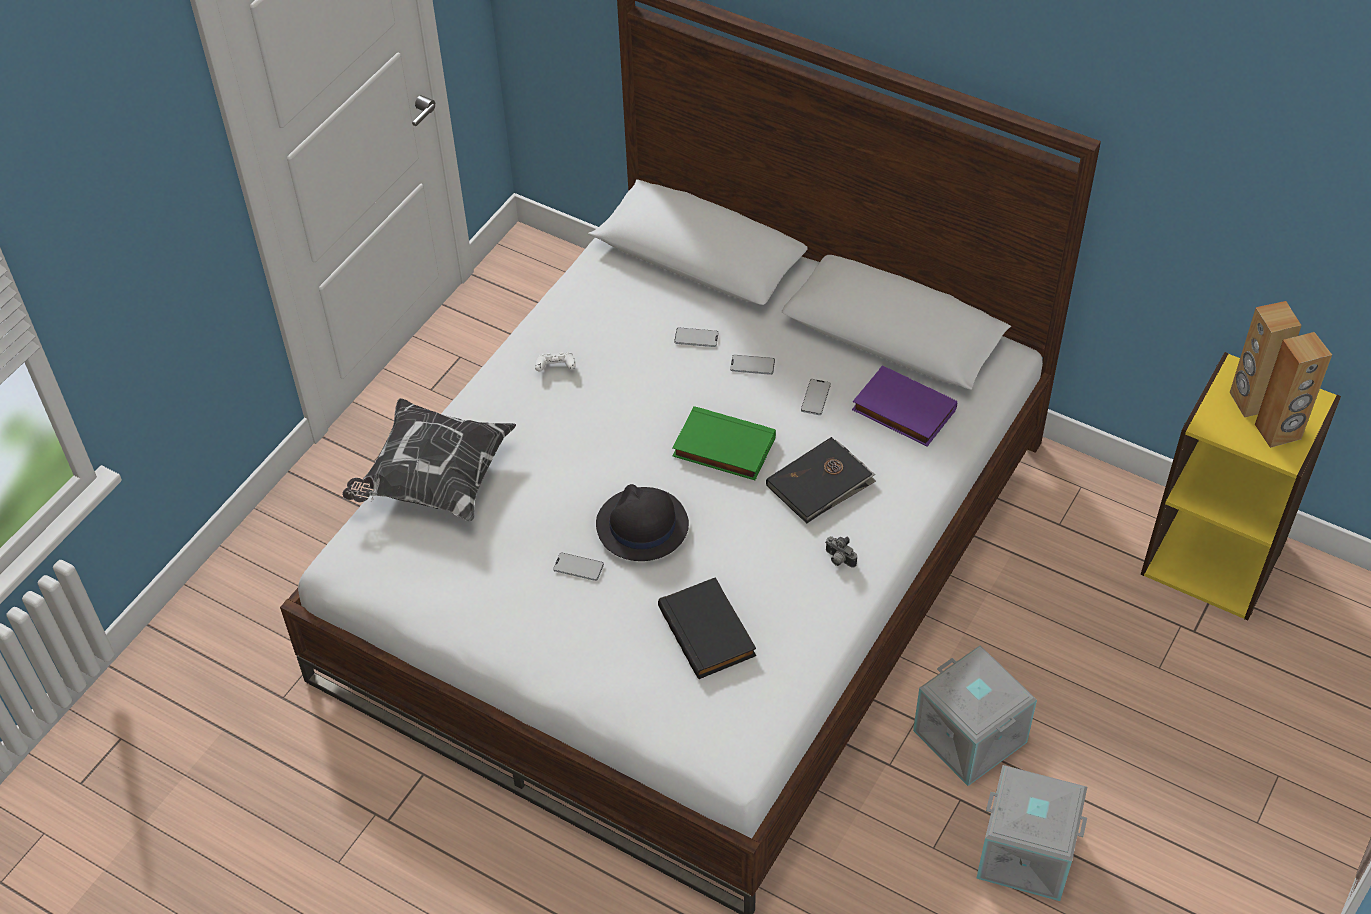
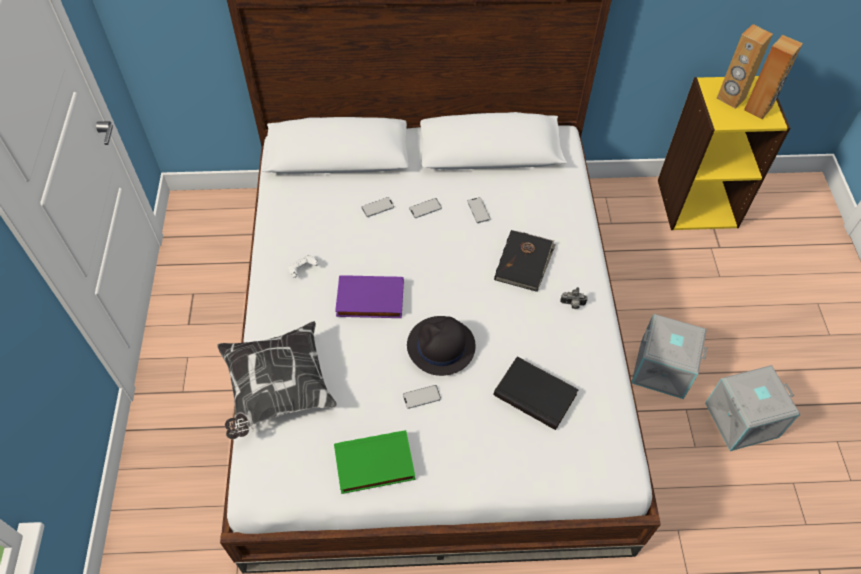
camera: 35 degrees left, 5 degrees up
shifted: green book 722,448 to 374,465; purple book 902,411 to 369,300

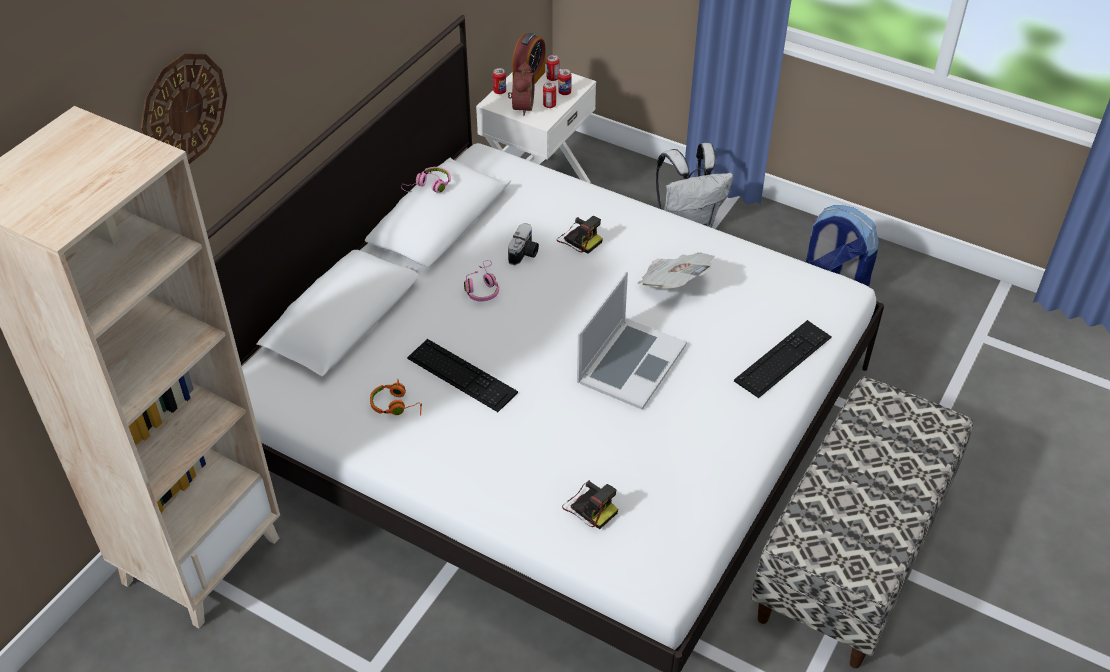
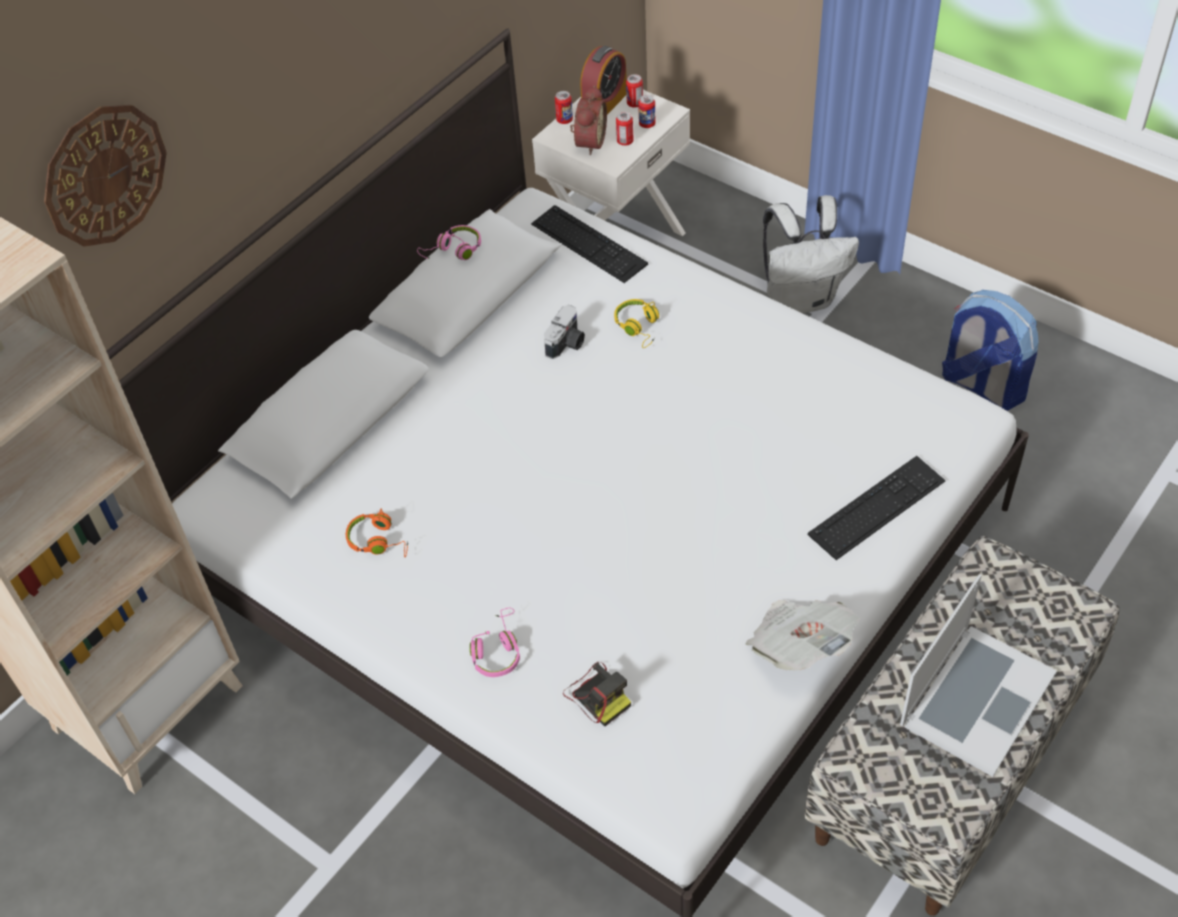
camera: 10 degrees right, 5 degrees up
shifted: keyboard 461,375 to 588,244; pink headphones 482,288 to 497,650; laptop 631,363 to 976,698; newspaper 673,284 to 799,646
swapped: photo camera 579,239 to yellow headphones 639,327

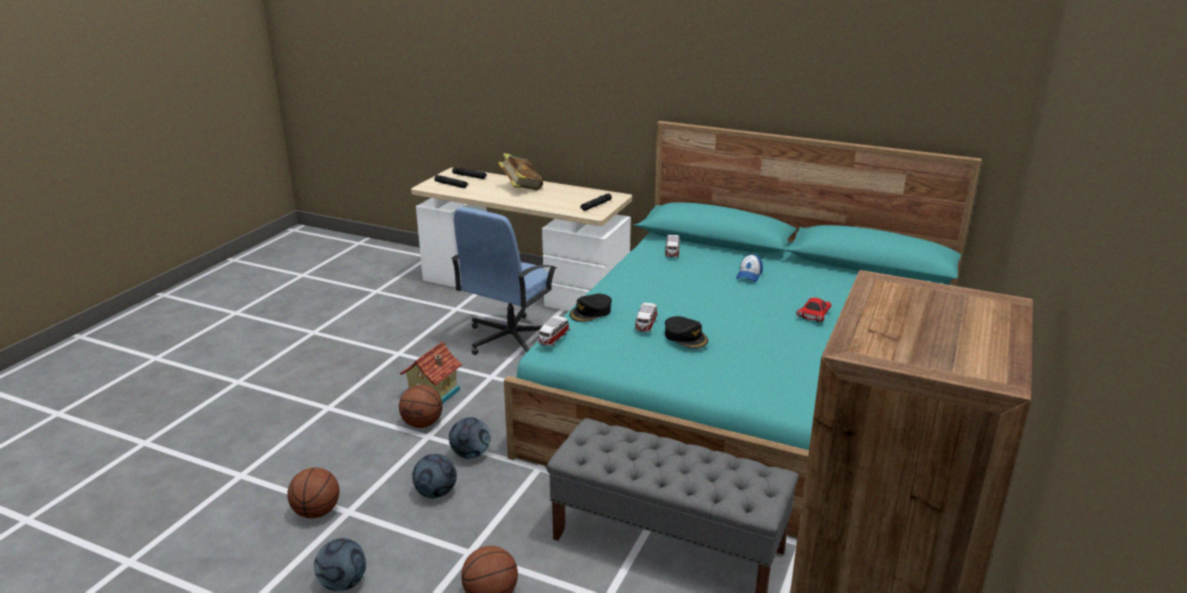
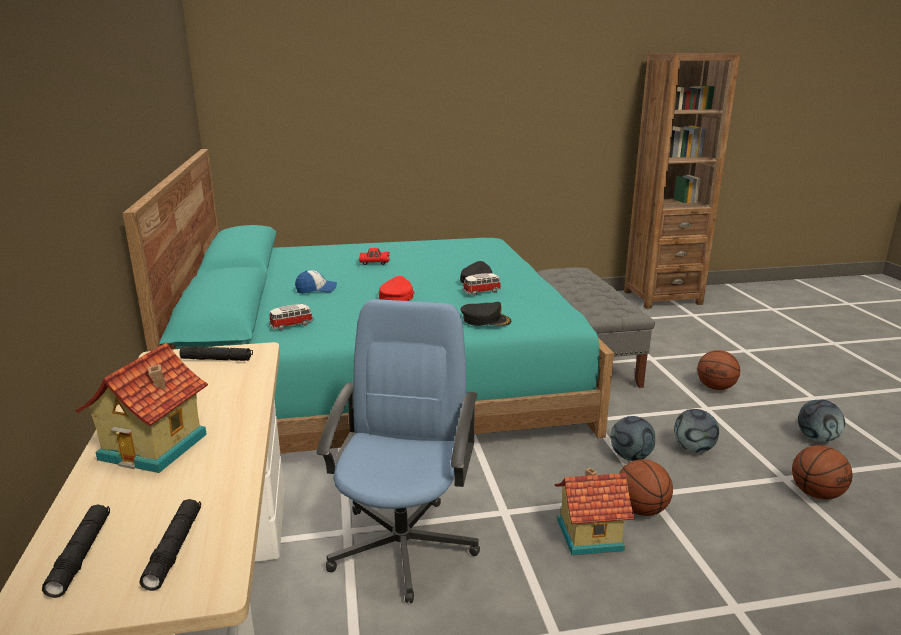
camera: 125 degrees left, 5 degrees down
gone: toy car 553,339
new: red cap 396,296
swapped: book 521,188 to toy house 156,447
rotated: blue office chair 510,339 = 403,544 75 degrees counterclockwise

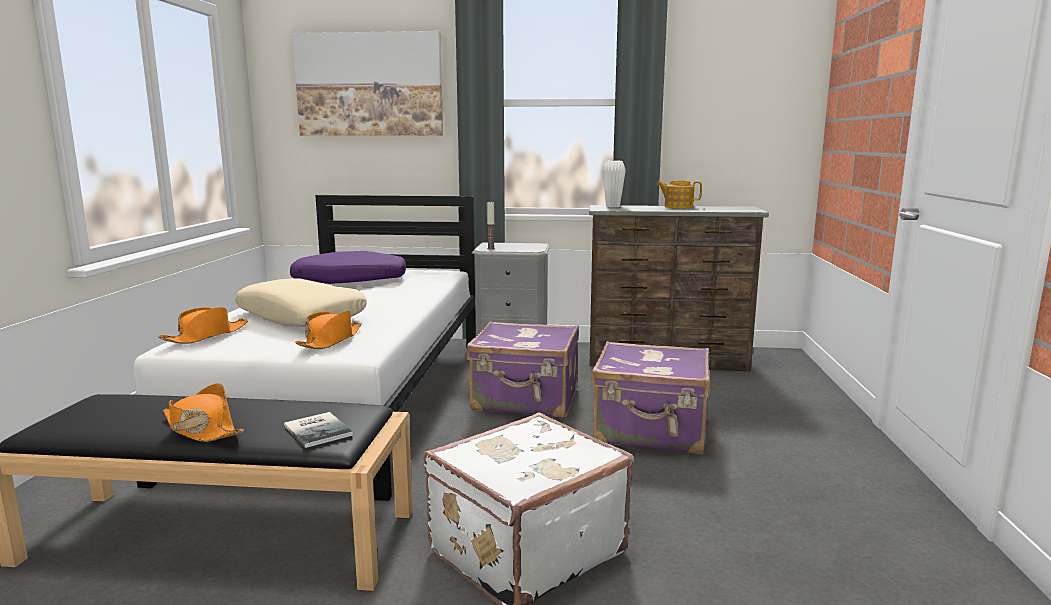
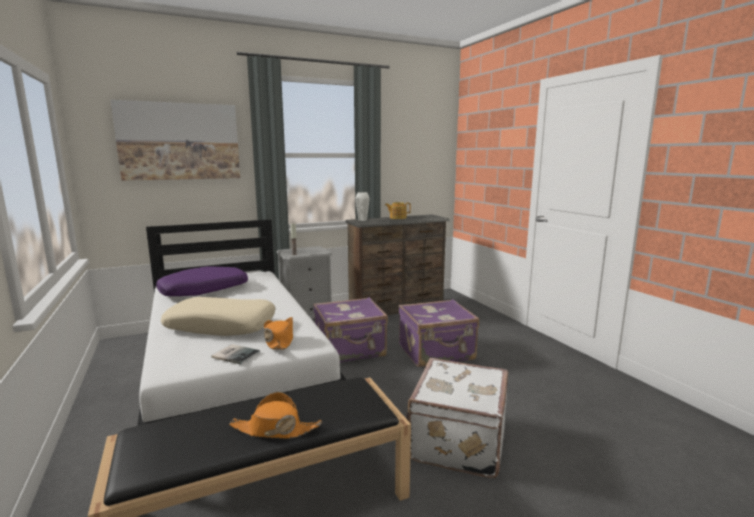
camera: 30 degrees left, 0 degrees up
gone: orange hat 206,336
shifted: book 319,429 to 236,354

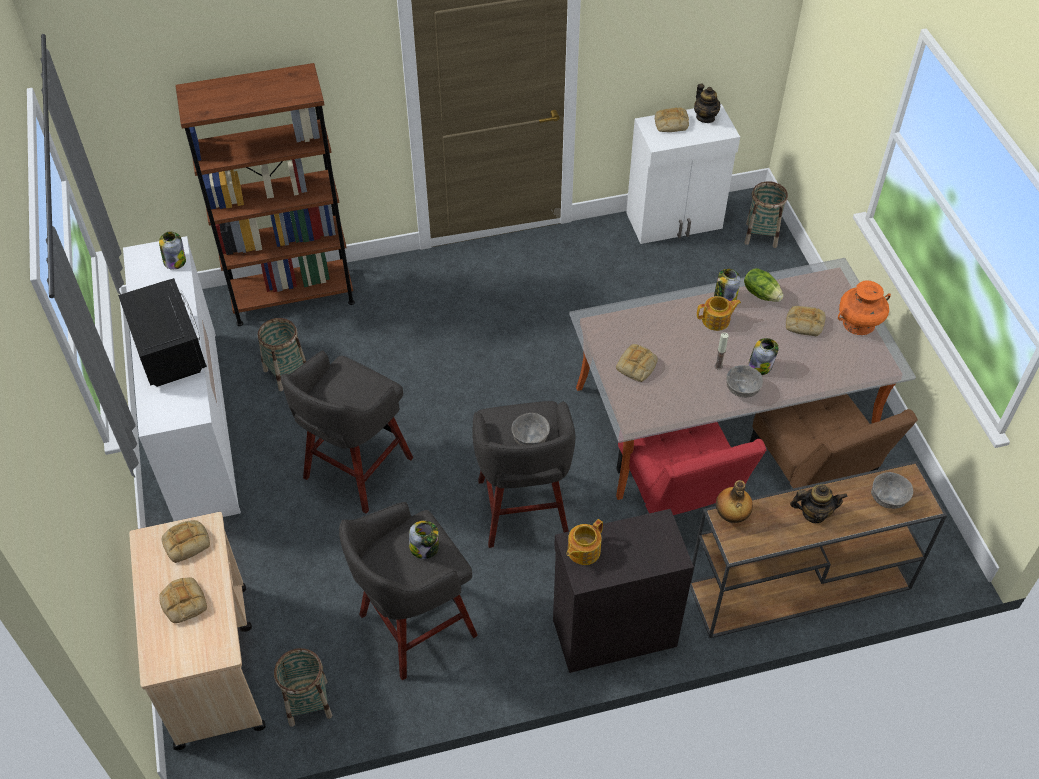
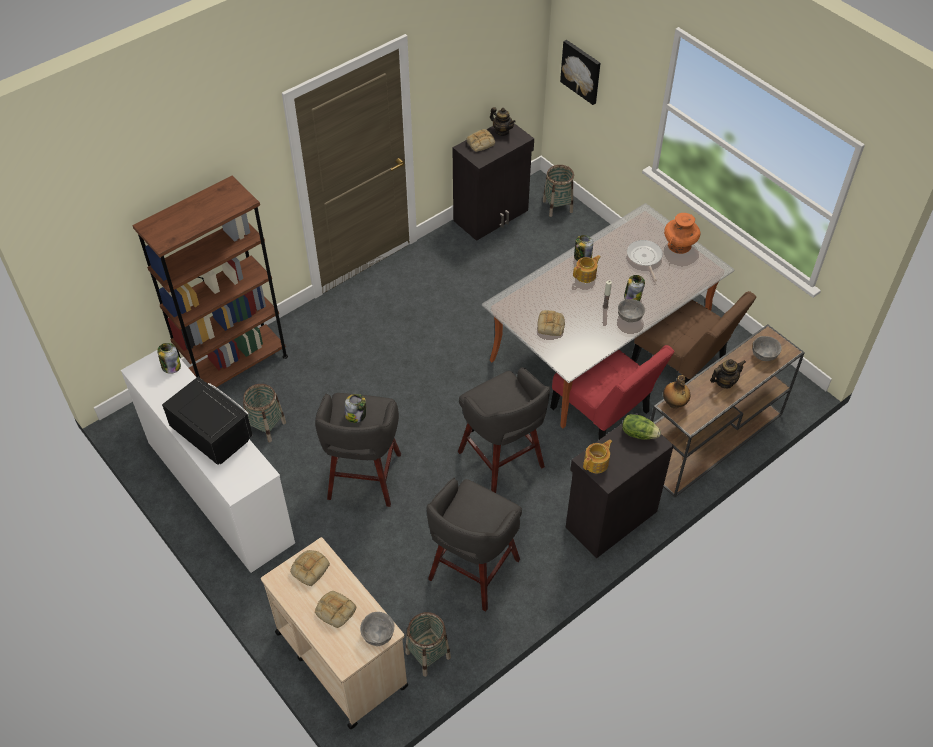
camera: 25 degrees left, 0 degrees up
new: picture 581,71
shifted: jar 425,548 to 356,415; grey bowl 530,439 to 378,634; lettuce 761,293 to 639,433
swapped: bread 804,324 to frying pan 644,258
repainted: white cabinet 675,221 to black cabinet 492,216
rotated: teapot 583,551 = 596,463 150 degrees counterclockwise

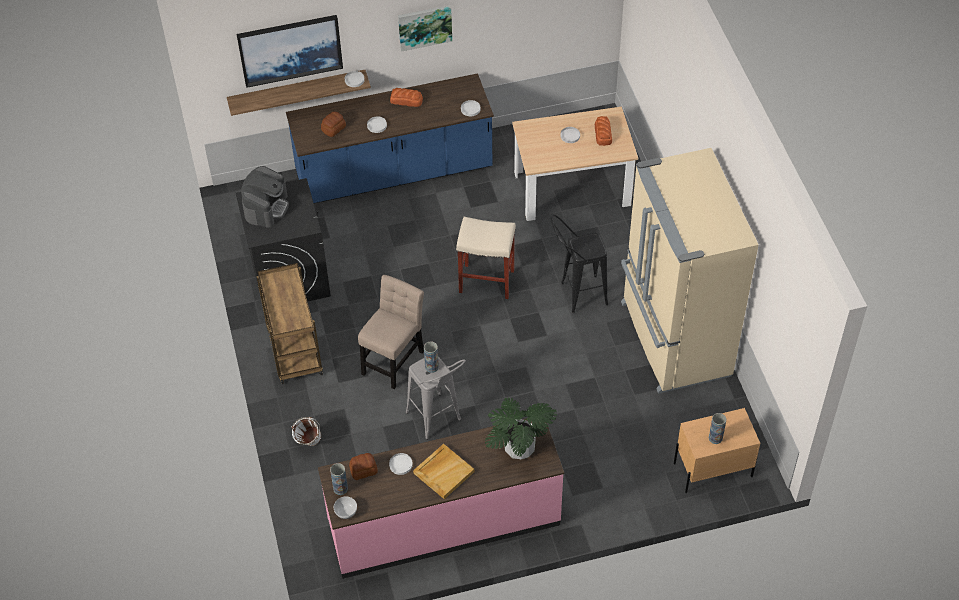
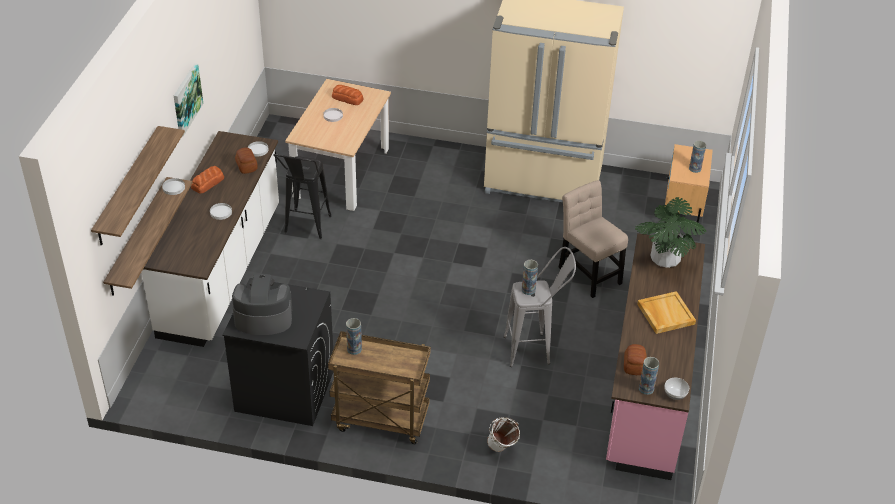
camera: 65 degrees left, 10 degrees down
gone: white plate 400,464; beige stool 487,281
new: vase 354,349
shifted: bread 334,129 to 247,166; beige chair 394,359 to 588,273; black stool 576,296 to 305,230
swapped: picture 290,49 to shelf 127,186
repainted: blue counter 394,174 to white counter 222,271
rotated: coffee machine 266,207 = 263,318 45 degrees counterclockwise

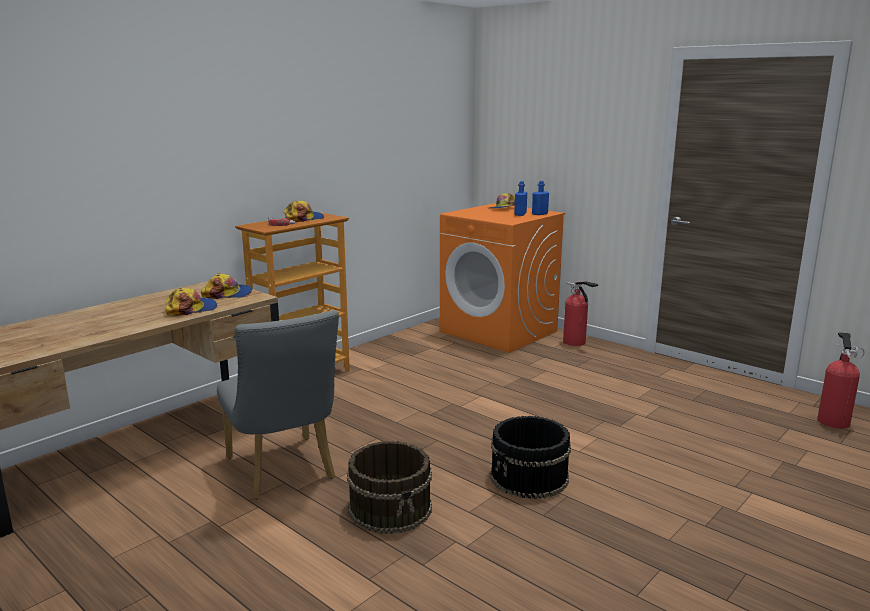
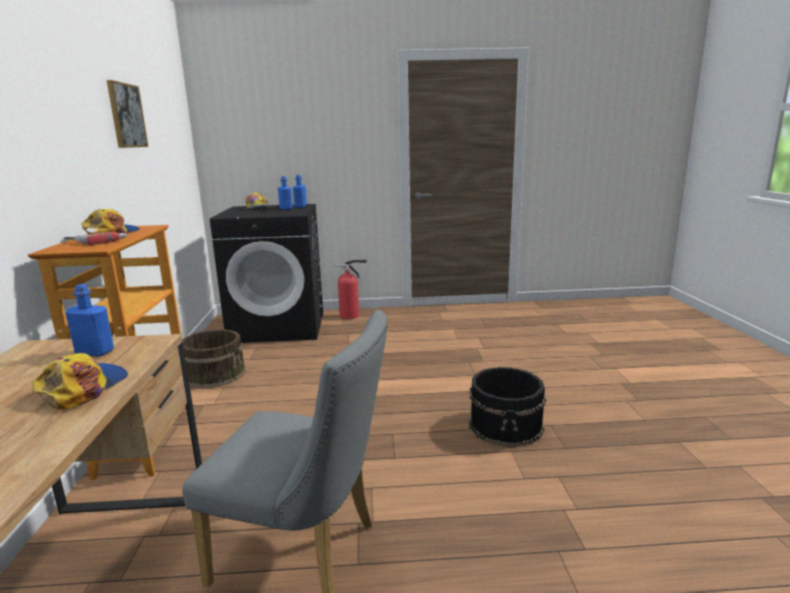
camera: 45 degrees left, 0 degrees up
gone: fire extinguisher 833,420
new: picture 126,116
shifted: brown bucket 391,508 to 215,374
swapped: cap 228,294 to blue bottle 95,352
repainted: orange washing machine 499,331 to black washing machine 279,326

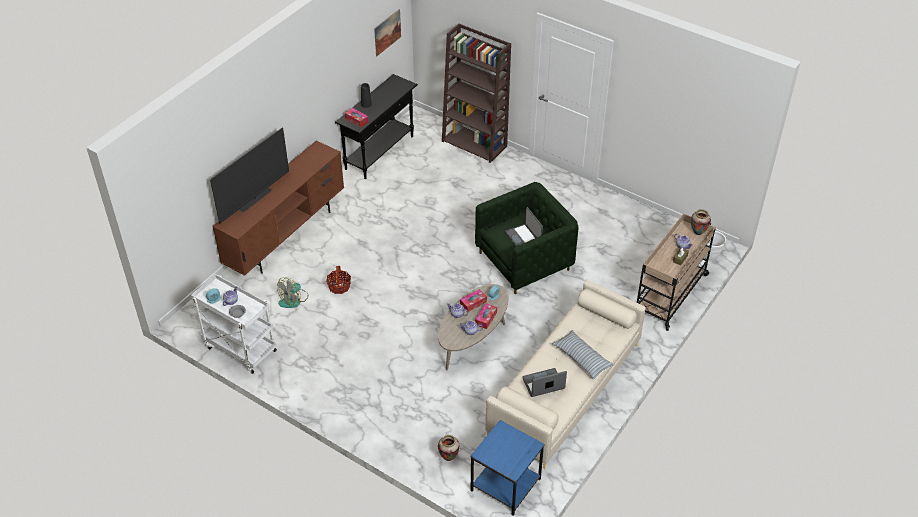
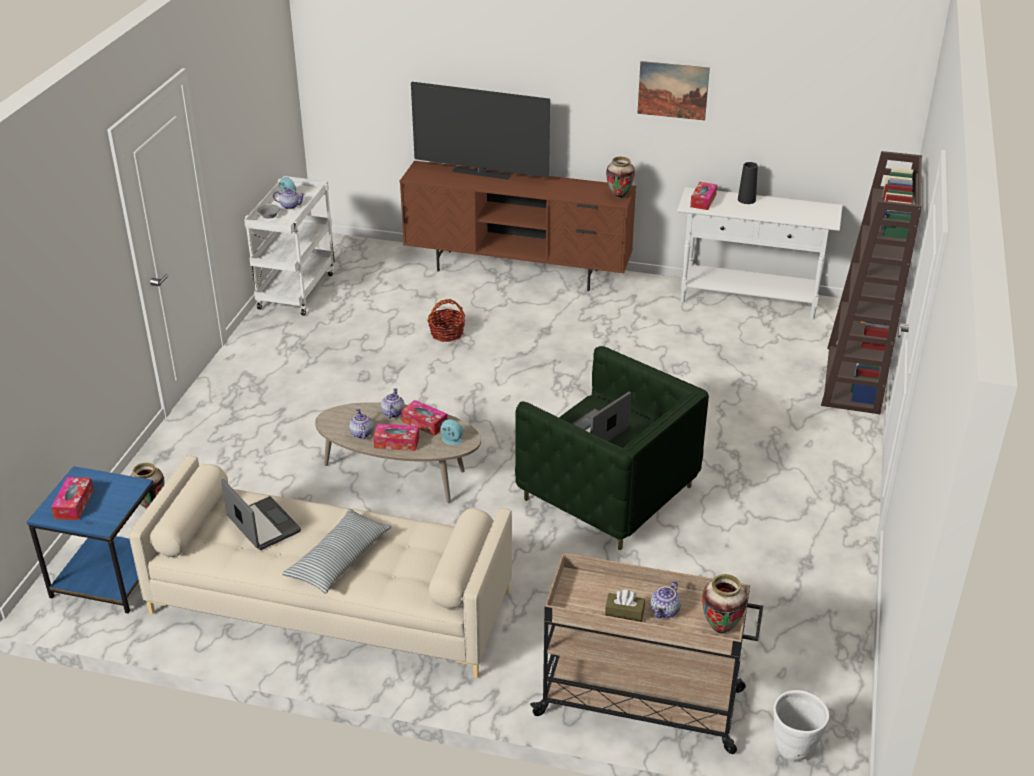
camera: 70 degrees right, 10 degrees down
gone: fan 293,299
new: tissue box 74,504; vase 619,196
shifted: picture 387,32 to 673,90
repainted: black console table 380,152 to white console table 749,300

